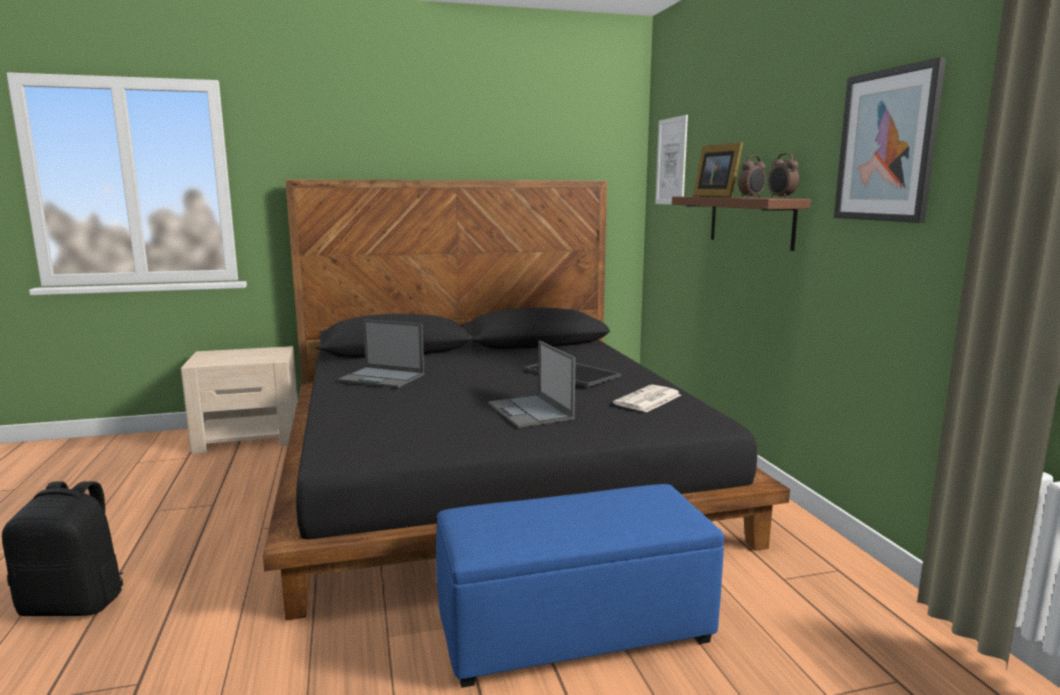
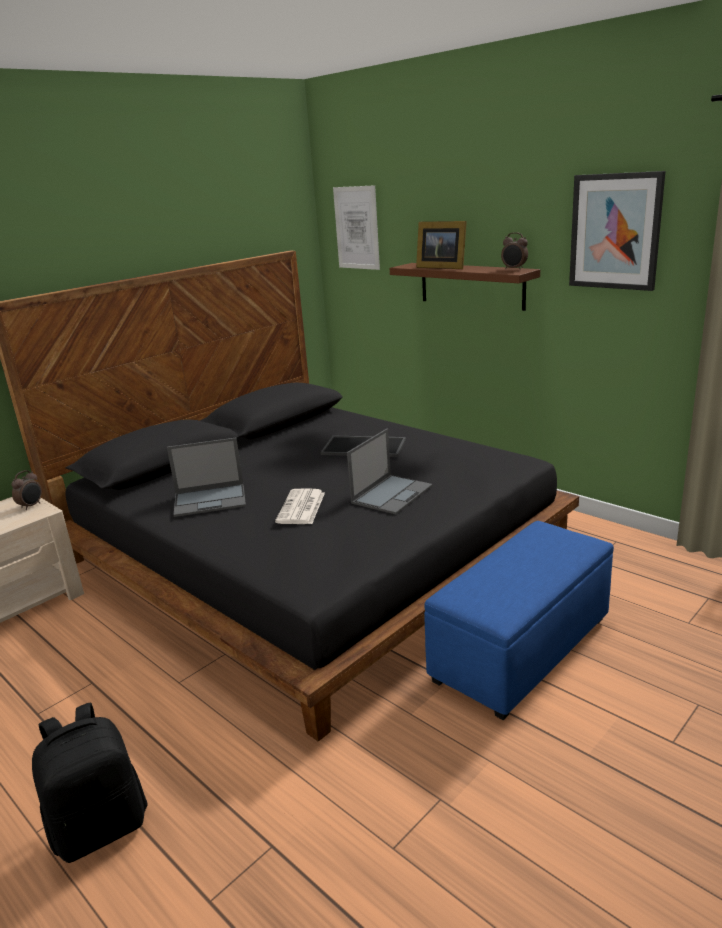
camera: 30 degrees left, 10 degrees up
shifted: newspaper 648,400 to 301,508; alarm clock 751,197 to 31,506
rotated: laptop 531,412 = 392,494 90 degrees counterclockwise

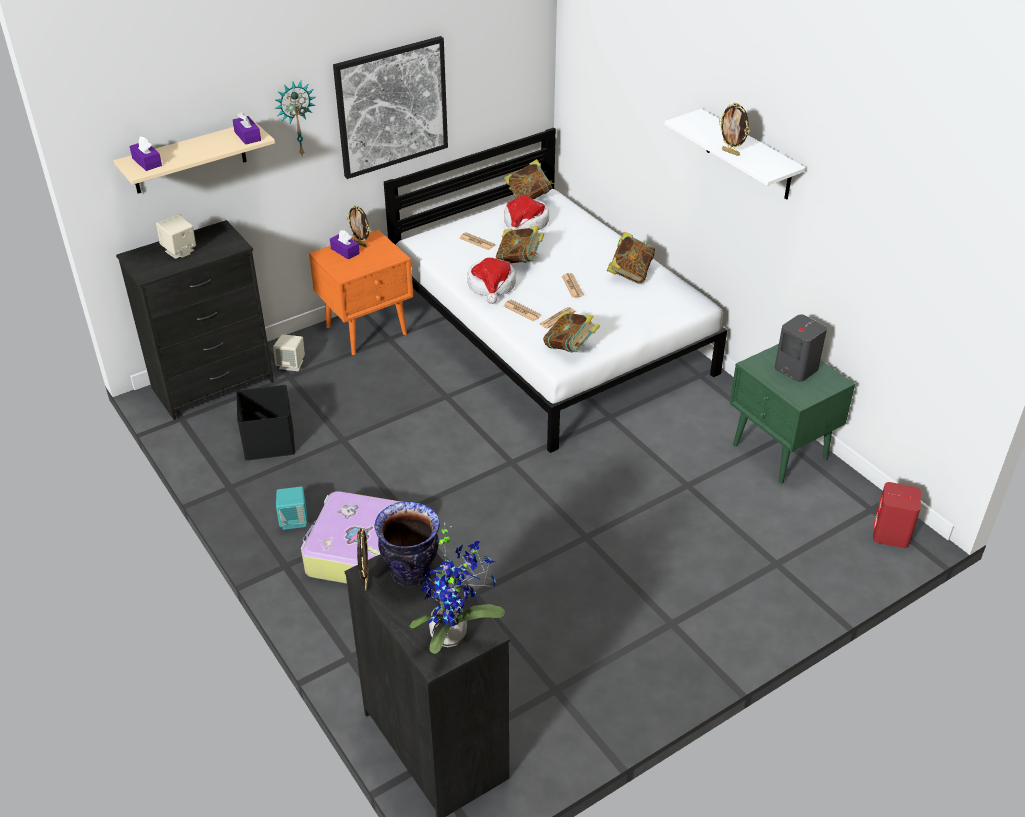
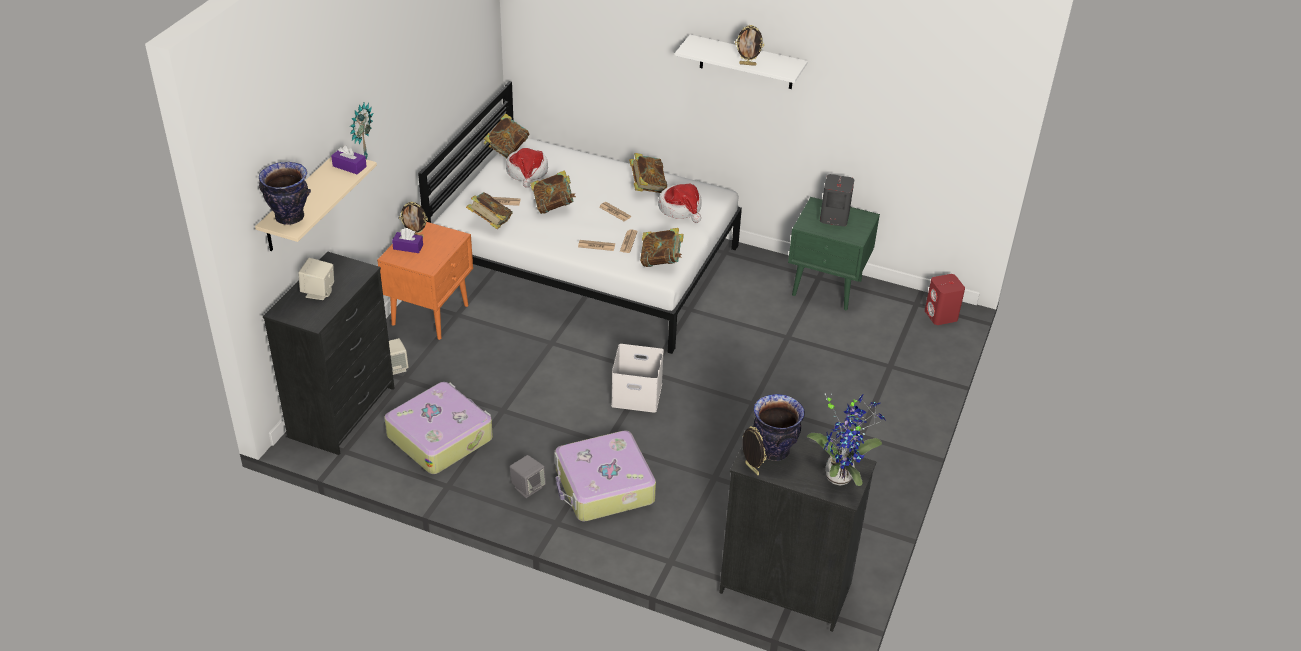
camera: 35 degrees left, 0 degrees up
gone: picture 392,107
new: book 490,223; white storage box 635,395
shifted: hat 491,286 to 680,209
swapped: purple tissue box 147,162 to vase 289,218; black storage box 268,440 to suitcase 440,436
repainted: turquoise speaker 294,520 to grey speaker 528,487

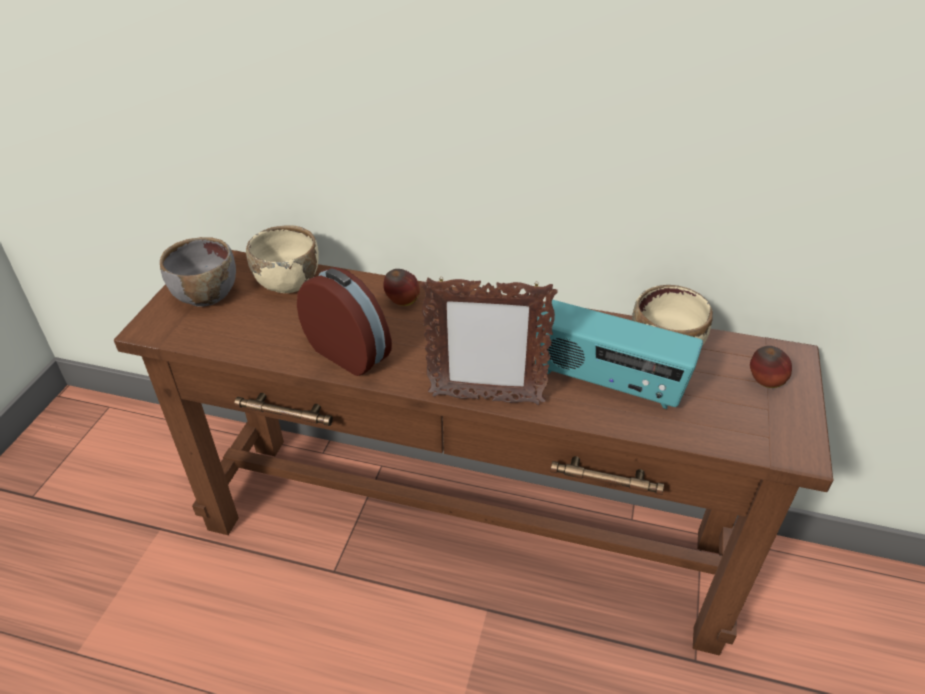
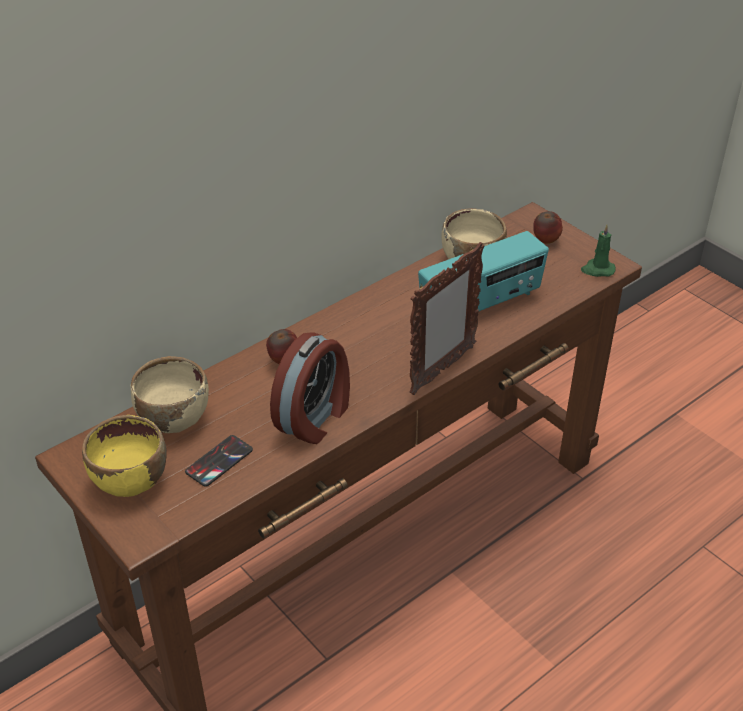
camera: 55 degrees left, 0 degrees up
new: phone 219,461; green candle 597,270
repainted: grey bowl 205,295 to yellow bowl 130,480
rotated: alarm clock 350,351 = 315,418 135 degrees clockwise

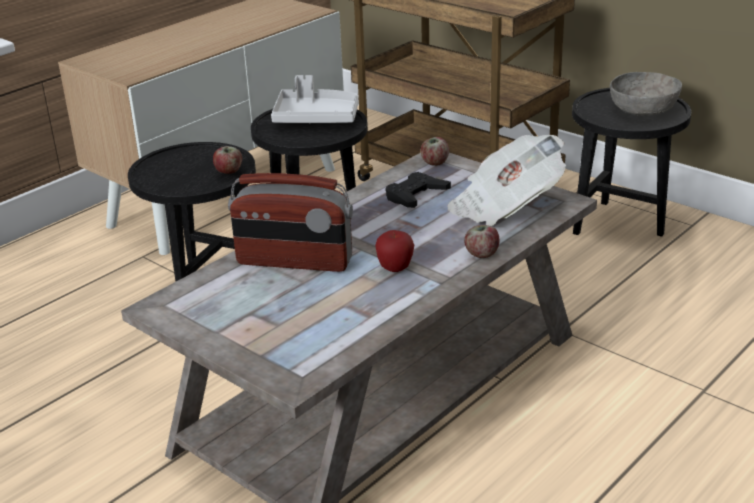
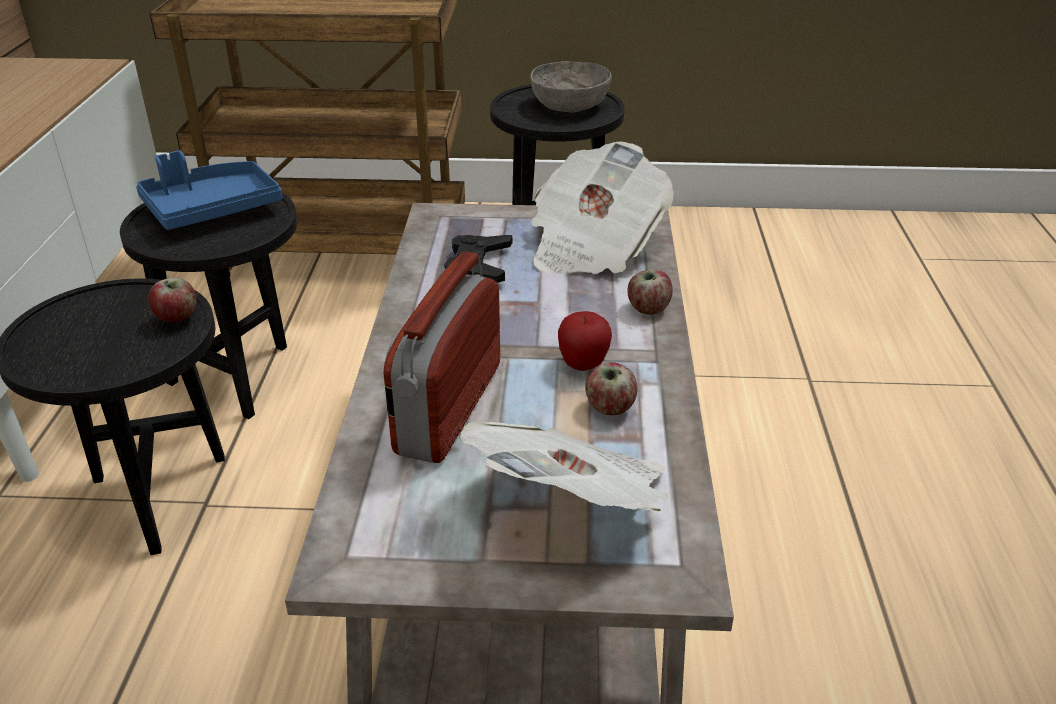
camera: 40 degrees left, 5 degrees up
new: newspaper 574,504
shifted: apple 434,163 to 610,408
repainted: grey tray 316,118 to blue tray 211,209
rotated: radio 294,262 = 447,408 135 degrees clockwise

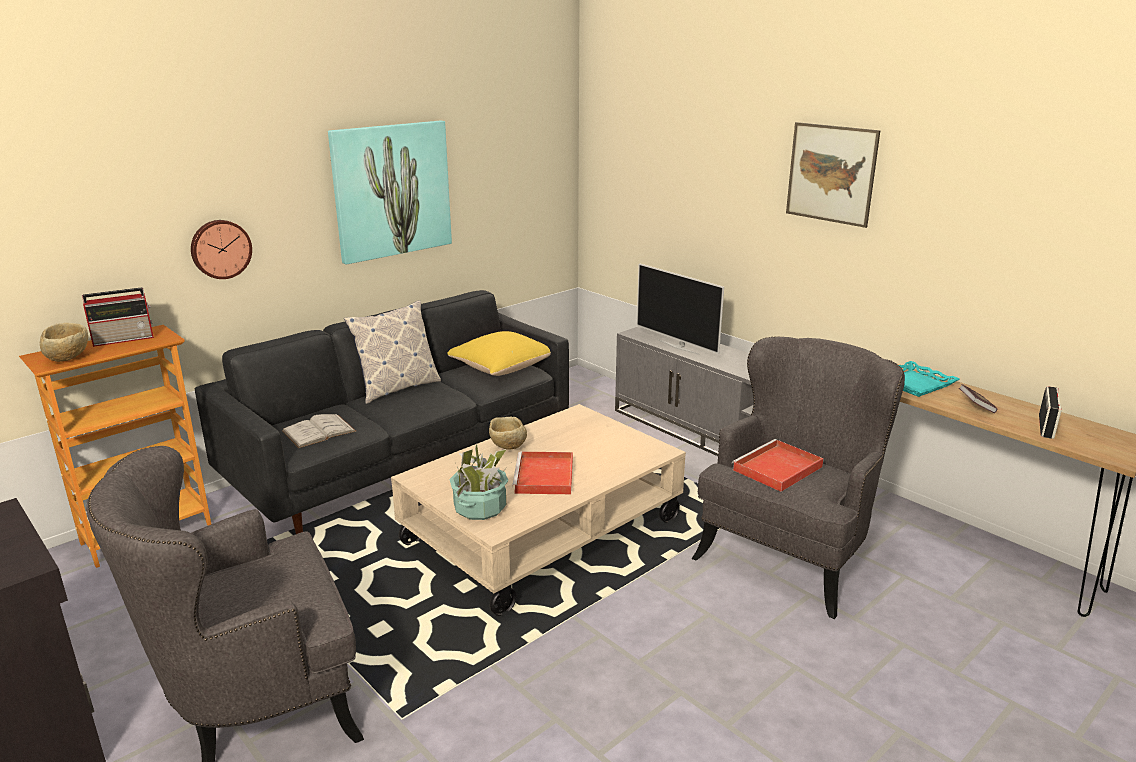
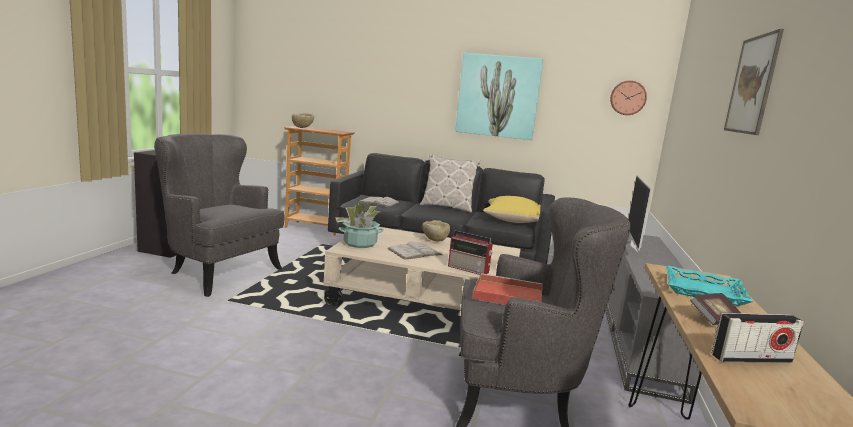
camera: 55 degrees right, 10 degrees down
shifted: radio 125,339 to 469,269; wall clock 220,249 to 628,98
swapped: red tray 544,477 to white book 414,252

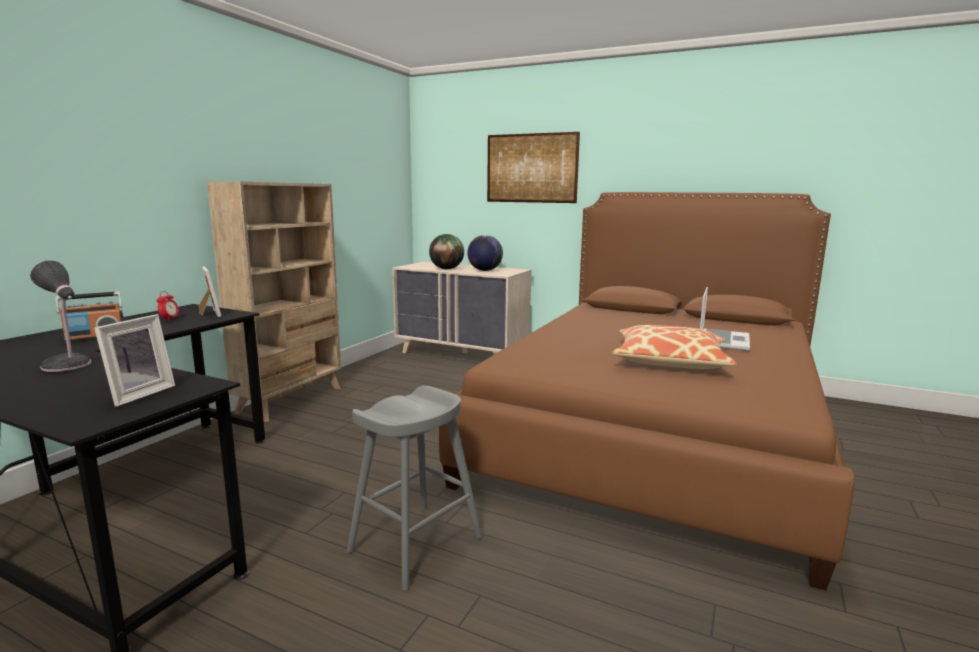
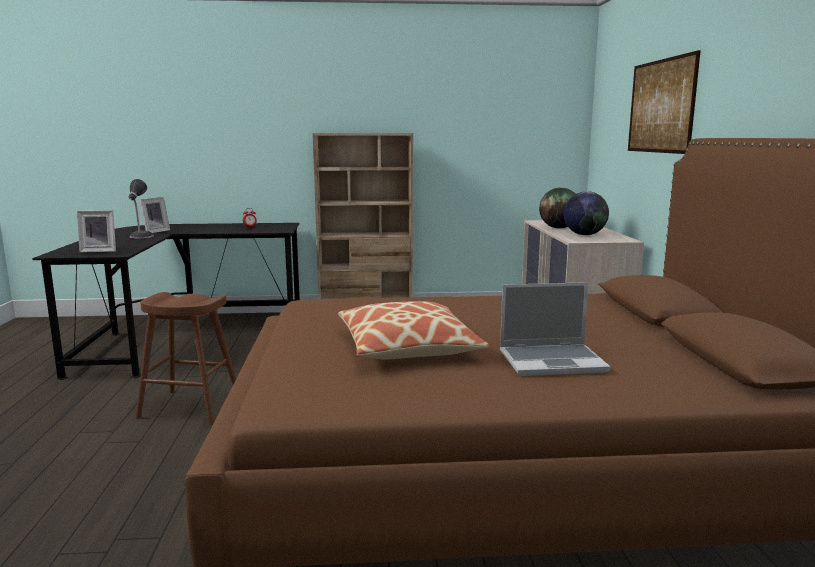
camera: 60 degrees right, 0 degrees up
gone: radio 95,338
shifted: picture frame 209,314 to 154,231
repainted: grey stool 416,544 to brown stool 191,407

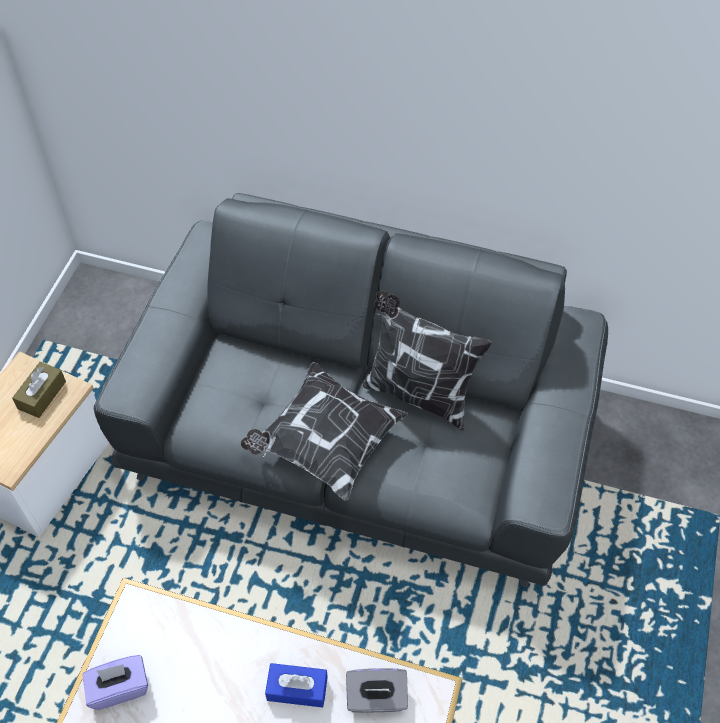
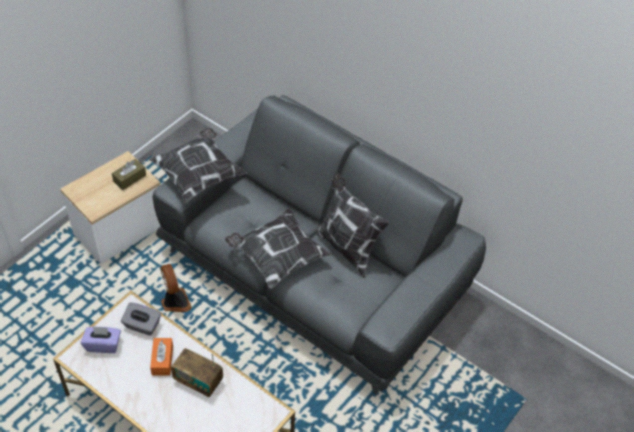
camera: 20 degrees right, 5 degrees down
new: pillow 199,175; orange tissue box 162,360; fan 175,302
shifted: grey tissue box 376,698 to 142,325
swapped: blue tissue box 297,689 to radio 198,381

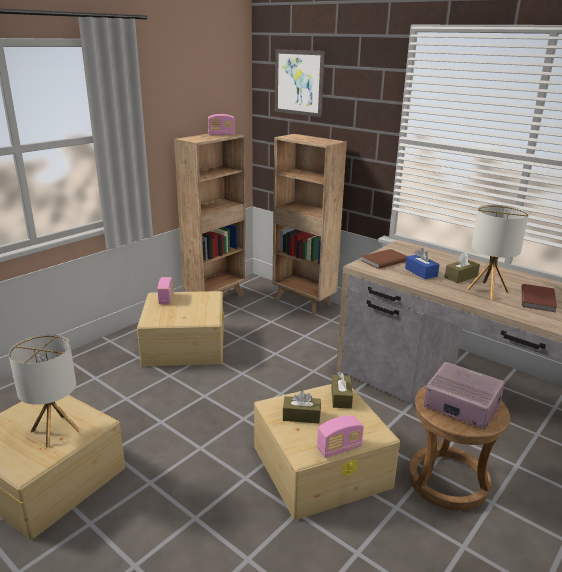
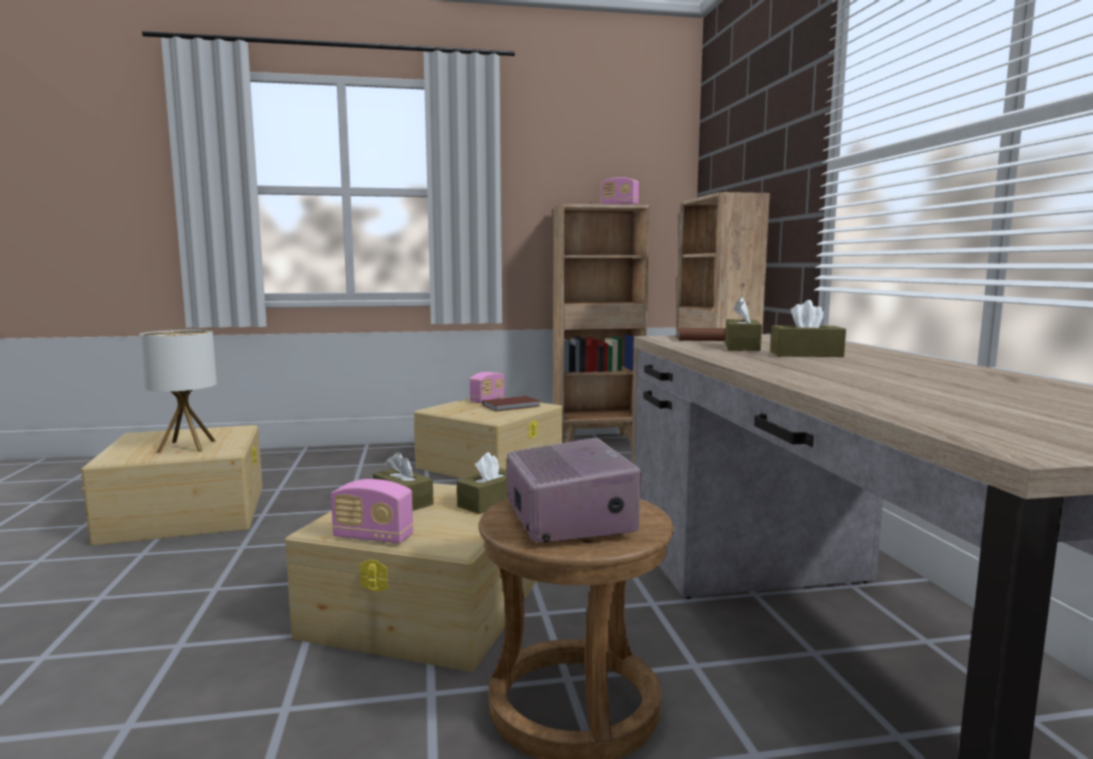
camera: 40 degrees right, 15 degrees down
gone: picture 298,82; table lamp 488,290
shifted: brown book 539,299 to 512,406
repainted: blue tissue box 421,272 to brown tissue box 742,347

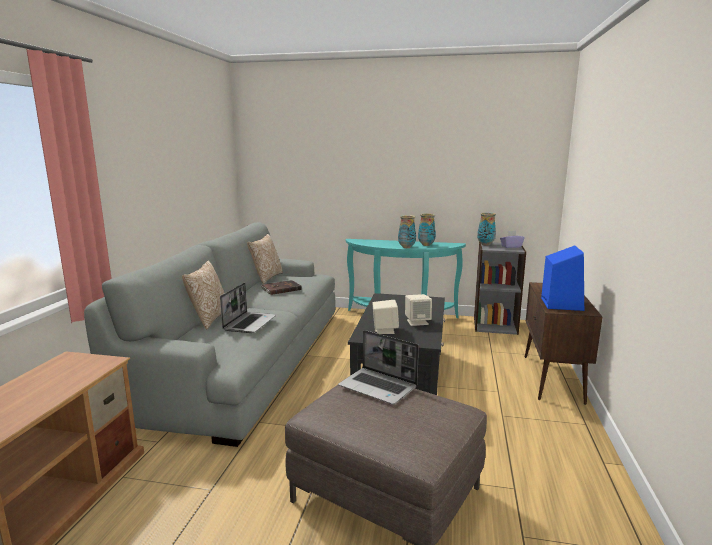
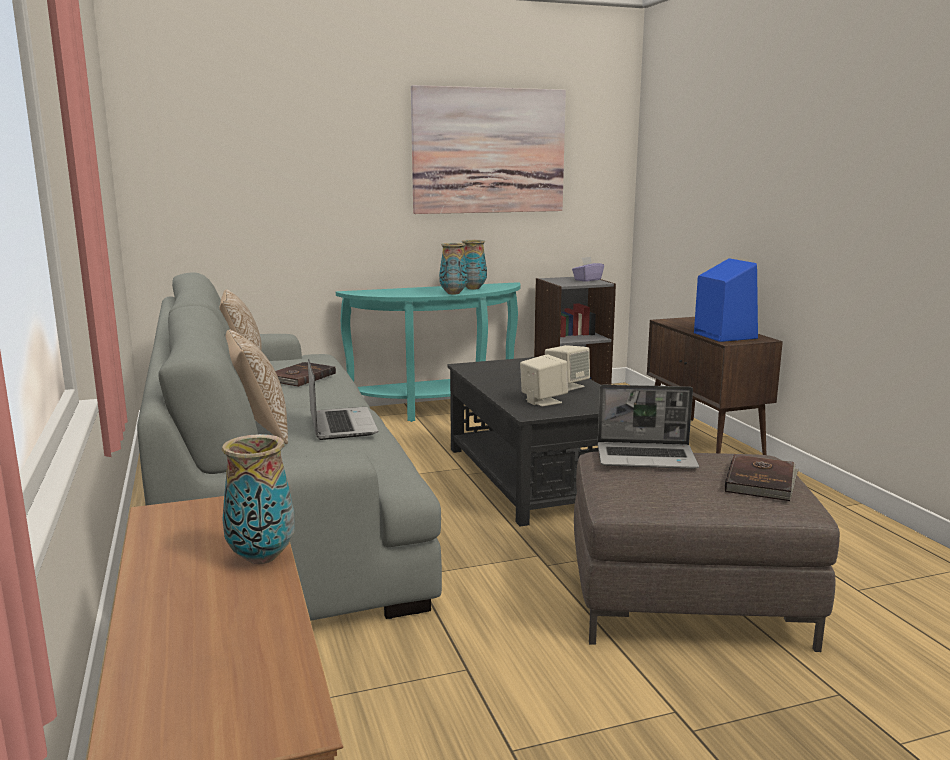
camera: 30 degrees left, 0 degrees up
new: picture 489,151; brown book 761,481
shifted: vase 485,244 to 261,557

